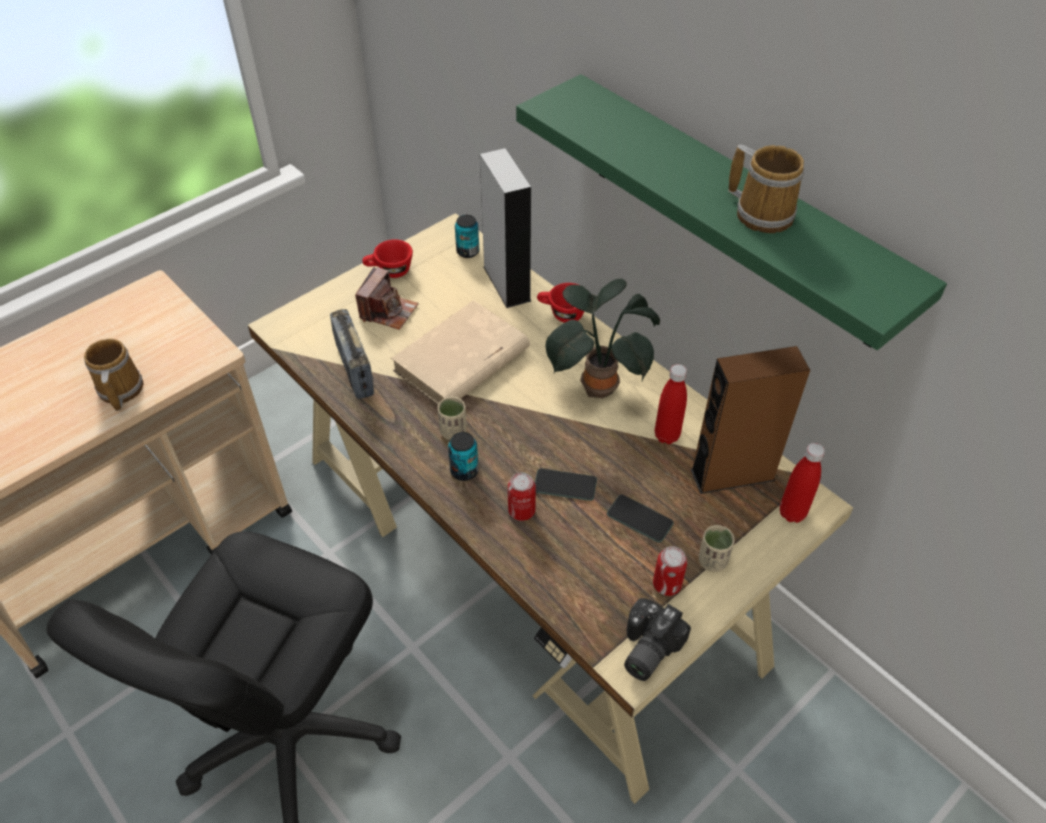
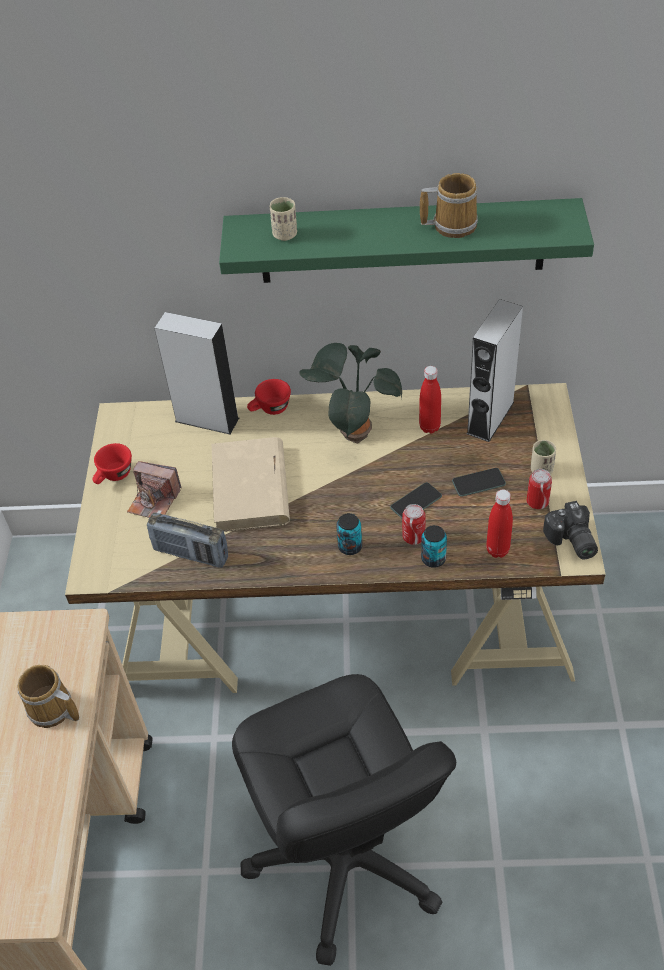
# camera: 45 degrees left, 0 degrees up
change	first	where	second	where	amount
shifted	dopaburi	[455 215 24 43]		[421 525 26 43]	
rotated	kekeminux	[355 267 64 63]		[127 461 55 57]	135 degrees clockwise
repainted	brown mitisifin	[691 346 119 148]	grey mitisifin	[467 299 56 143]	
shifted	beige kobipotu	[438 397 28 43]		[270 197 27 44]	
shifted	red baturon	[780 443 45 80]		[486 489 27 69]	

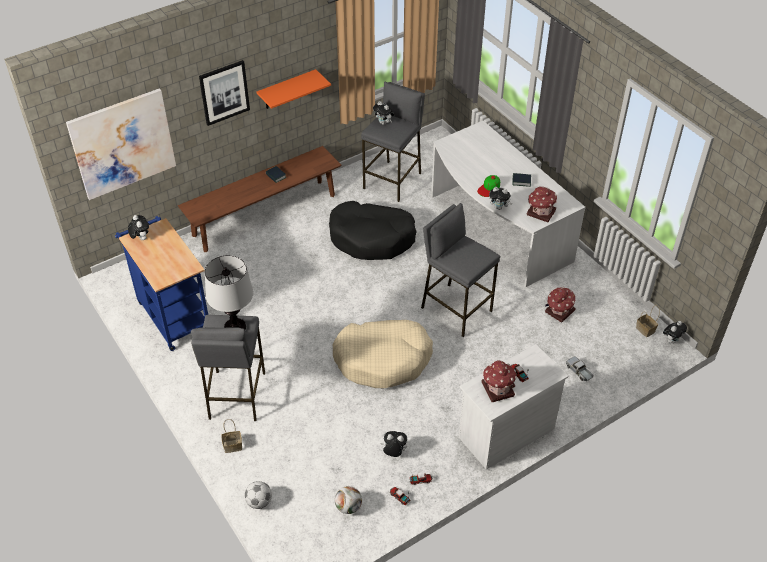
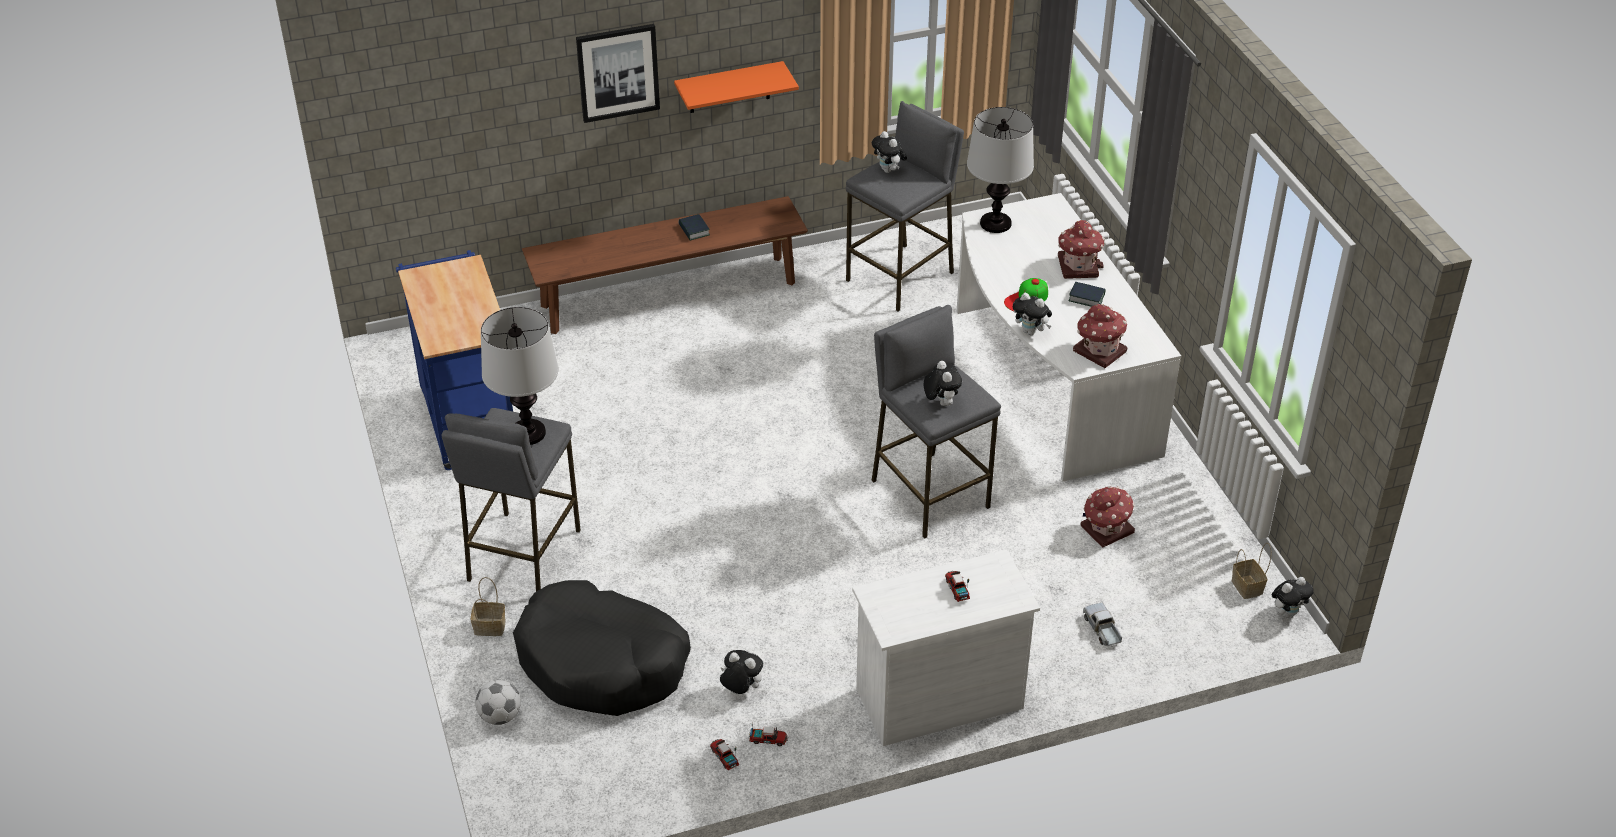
# camera: 15 degrees right, 5 degrees down
change	first	where	second	where	amount
gone	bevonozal	[66 88 110 112]			
shifted	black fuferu	[329 201 88 59]		[513 580 178 136]	
shifted	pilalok	[128 215 21 25]		[924 361 38 45]	
gone	beige fuferu	[333 320 100 68]			
shifted	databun	[481 360 36 42]		[1058 220 47 59]	
gone	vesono	[335 486 27 28]			
new			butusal	[967 107 67 126]	

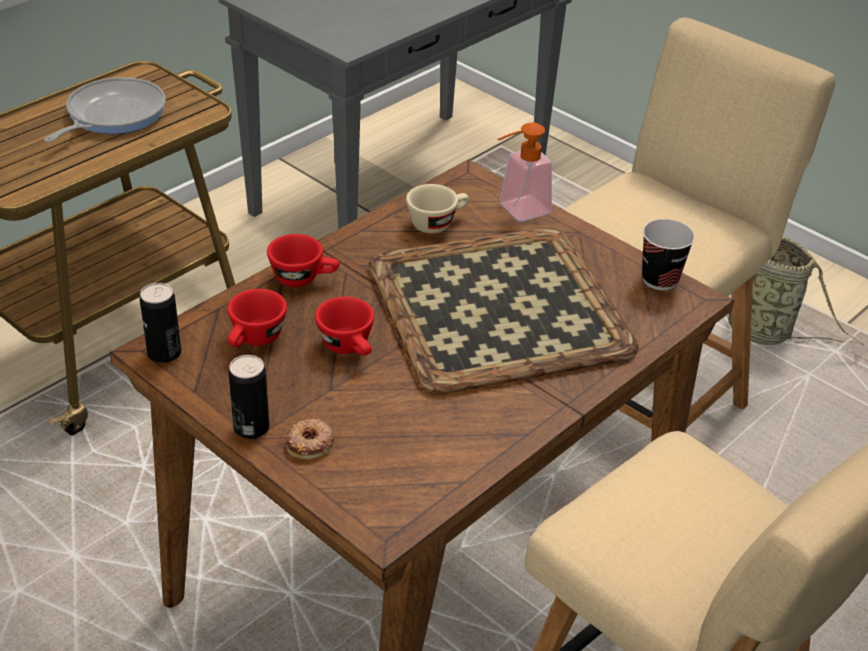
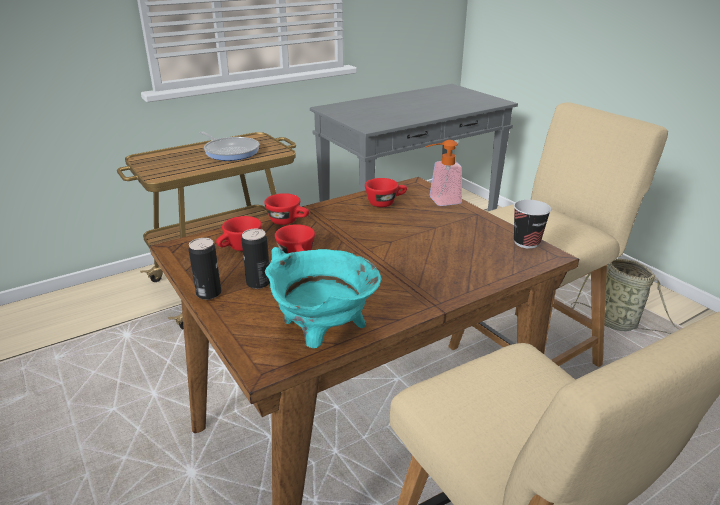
# camera: 15 degrees right, 10 degrees down
change	first	where	second	where	amount
rotated	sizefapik	[44 77 122 65]		[199 131 60 30]	90 degrees clockwise
repainted	beige kobipotu	[406 184 63 50]	red kobipotu	[365 178 42 29]	
gone	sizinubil	[368 228 271 166]			
shifted	dopaburi	[140 283 41 80]		[241 229 29 60]	
gone	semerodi	[286 419 48 41]			
new			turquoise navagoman	[265 247 116 101]	

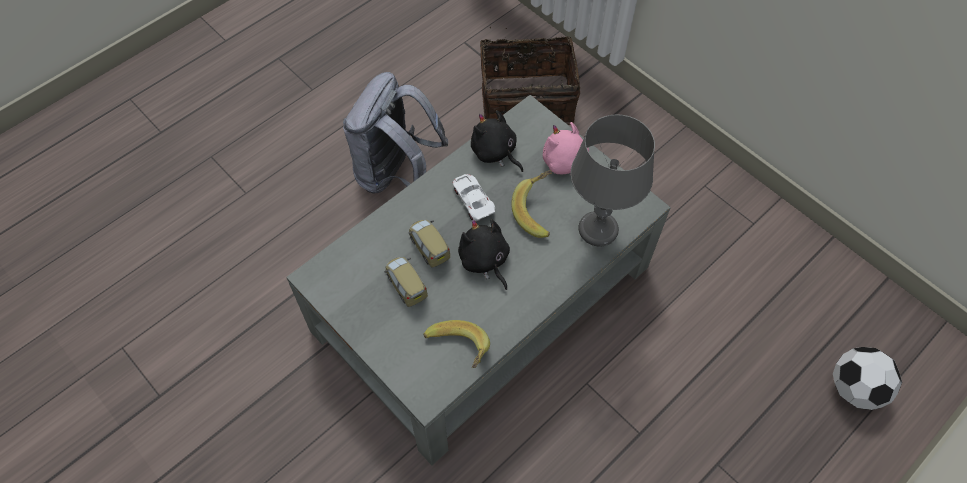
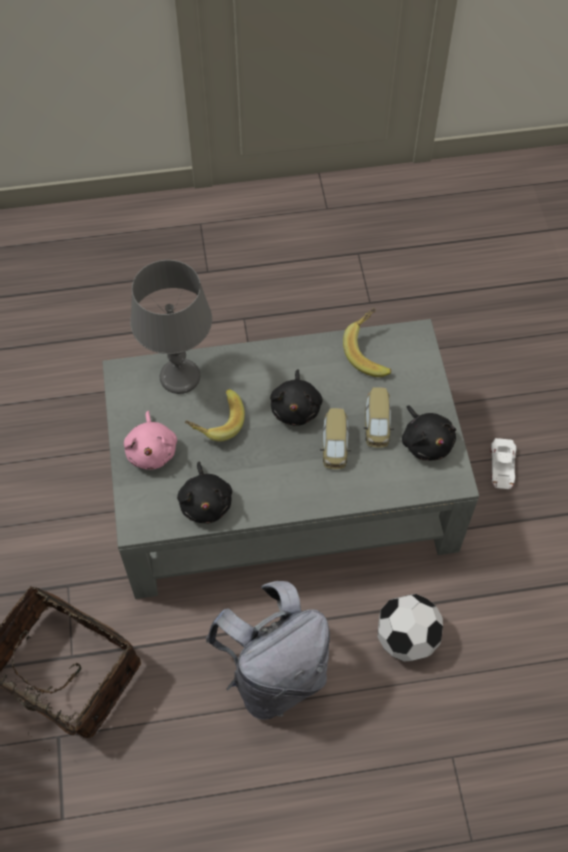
# camera: 145 degrees left, 0 degrees up
change	first	where	second	where	amount
shifted	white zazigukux	[453 174 42 47]		[491 438 25 51]	
shifted	vesono	[833 347 69 63]		[378 594 65 68]	
new			black pilalok	[402 405 54 55]	

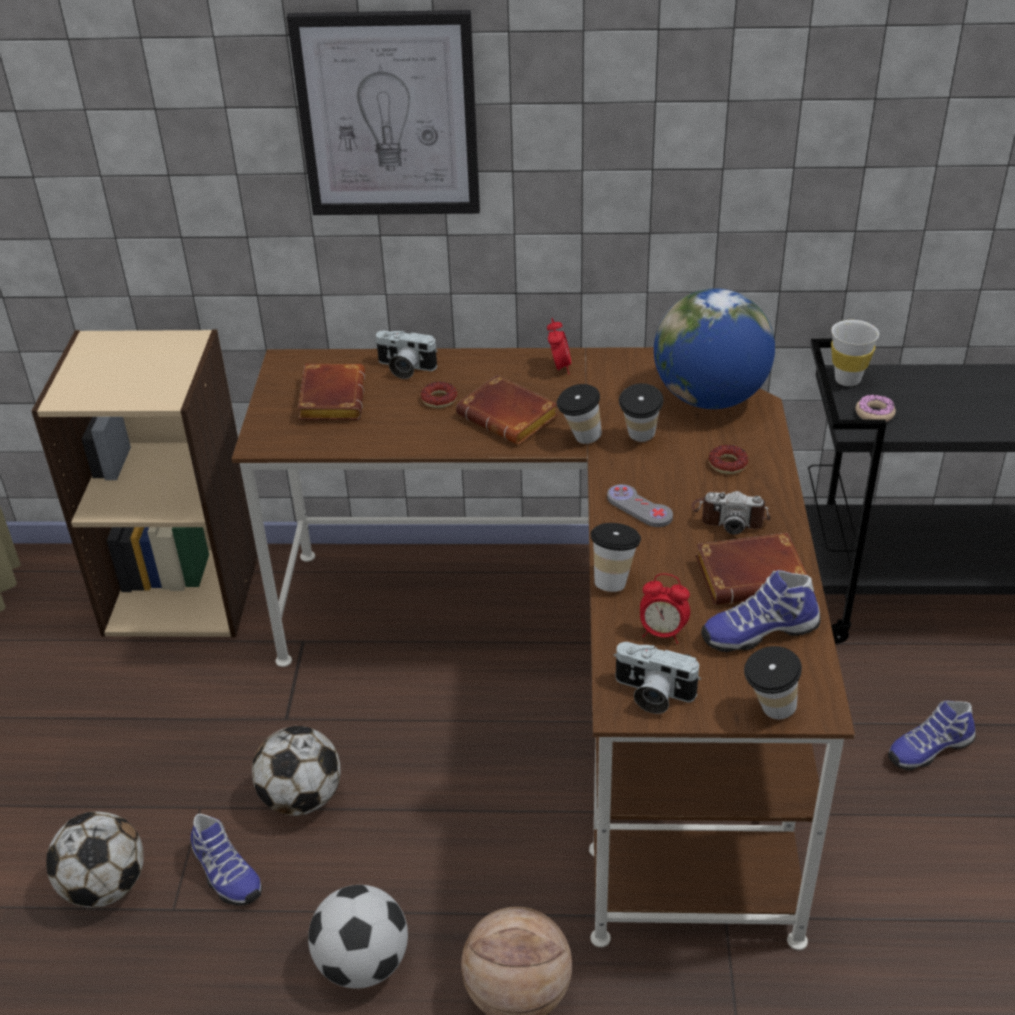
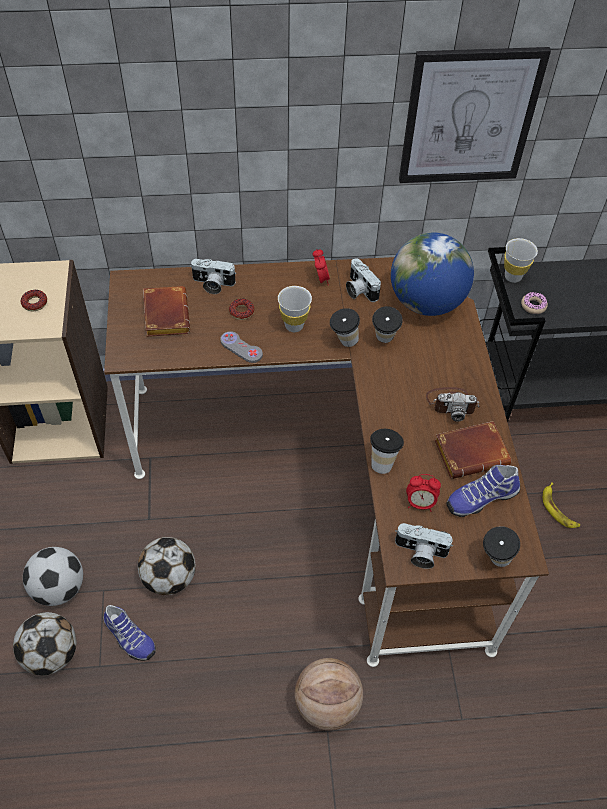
# camera: 10 degrees left, 15 degrees up
change	first	where	second	where	amount
shifted	bevonozal	[287 10 193 205]		[399 47 152 136]	
swapped	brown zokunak	[456 375 102 70]	white kobipotu	[278 286 34 46]	
shifted	semerodi	[709 445 39 29]		[21 290 26 21]	
shifted	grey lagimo	[607 484 66 43]		[220 331 43 32]	
swapped	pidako	[888 700 88 71]	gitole	[543 483 37 45]	
shifted	vesono	[308 885 100 104]		[23 547 60 59]	
new			kekeminux	[346 258 35 44]	

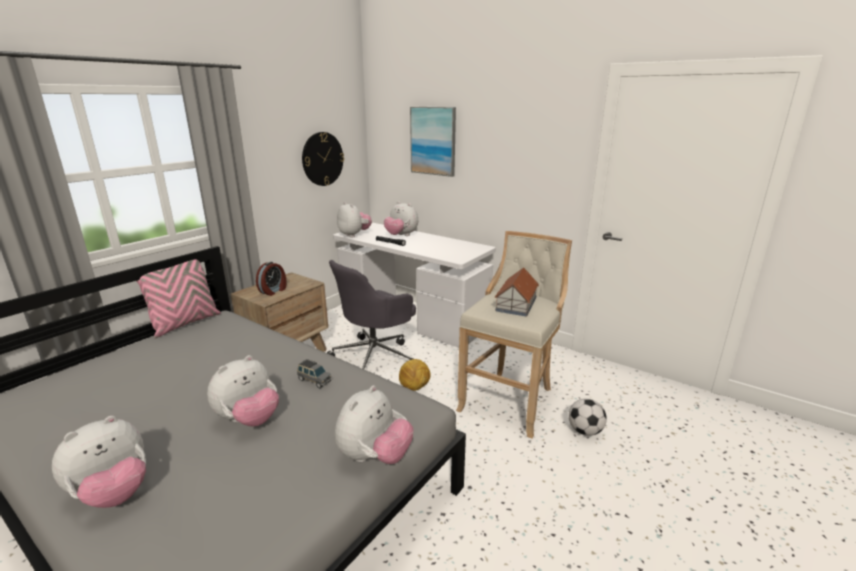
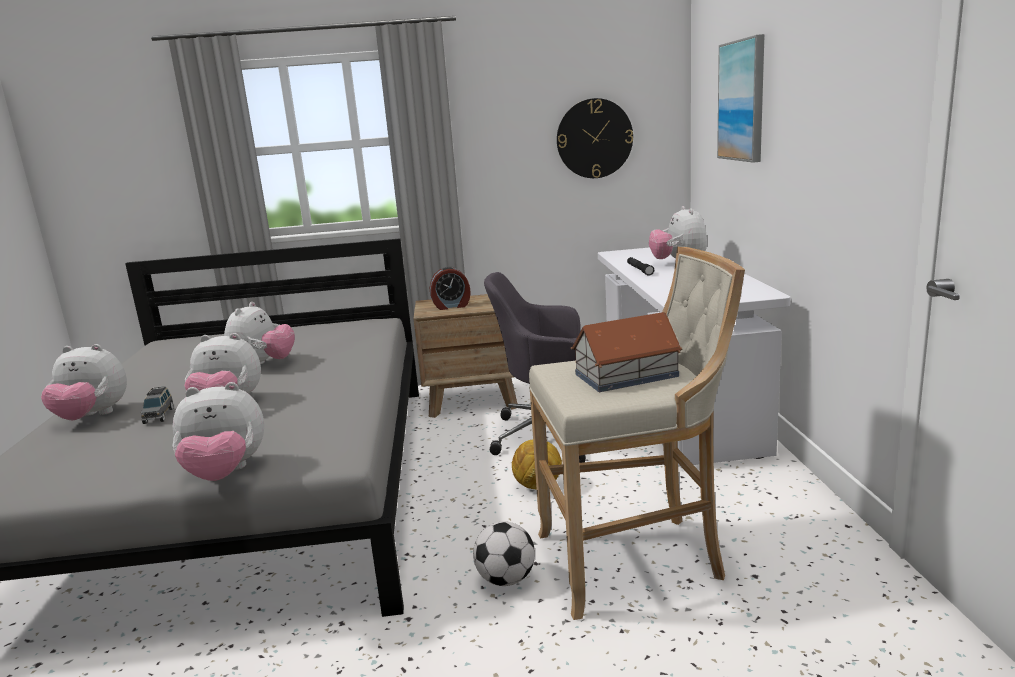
# camera: 50 degrees right, 5 degrees down
change	first	where	second	where	amount
shifted	pilalok	[337 202 35 36]		[224 302 71 62]	
gone	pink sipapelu	[137 259 84 79]			
shifted	grey zazigukux	[297 359 35 29]		[141 386 33 38]	
shifted	vesono	[569 399 38 37]		[473 521 62 65]	

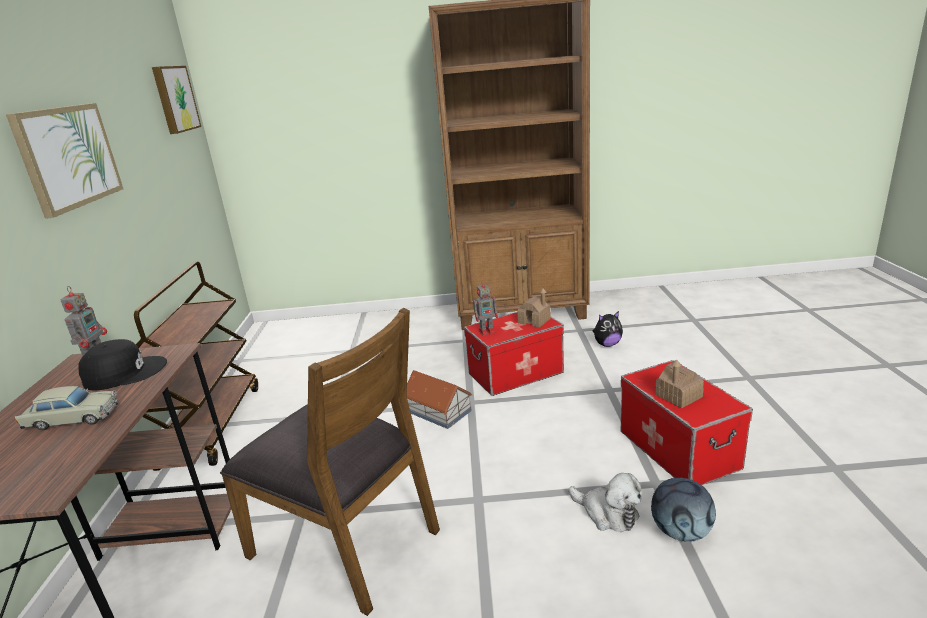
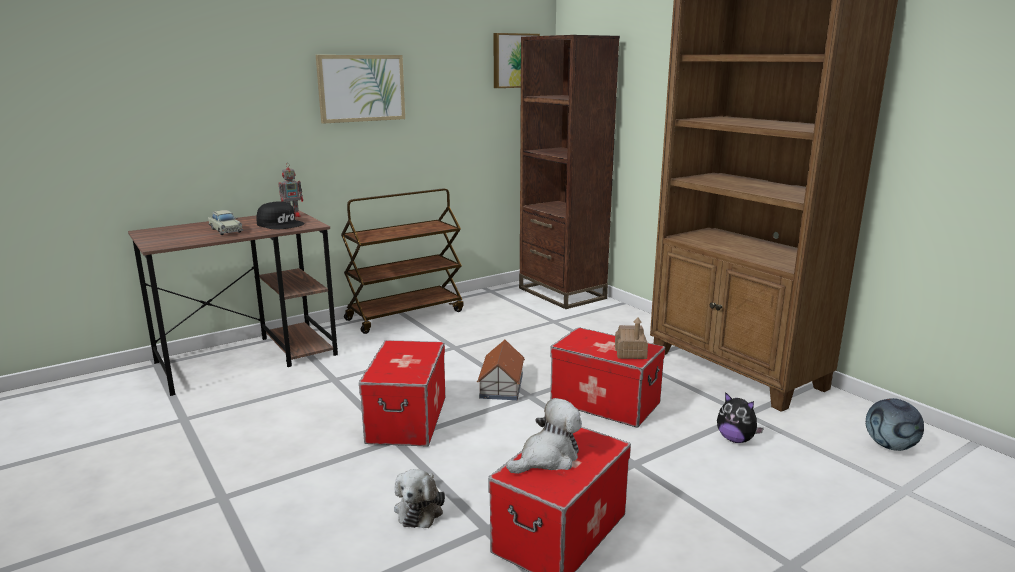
# camera: 55 degrees right, 5 degrees down
change	first	where	second	where	amount
gone	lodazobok	[473 280 25 56]			
gone	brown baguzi	[220 308 220 308]			
swapped	databun	[656 359 48 49]	pilalok	[506 398 76 76]	
shifted	vesono	[651 478 65 64]		[866 398 58 53]	
new			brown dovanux	[519 35 101 274]	
new			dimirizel	[359 340 86 107]	

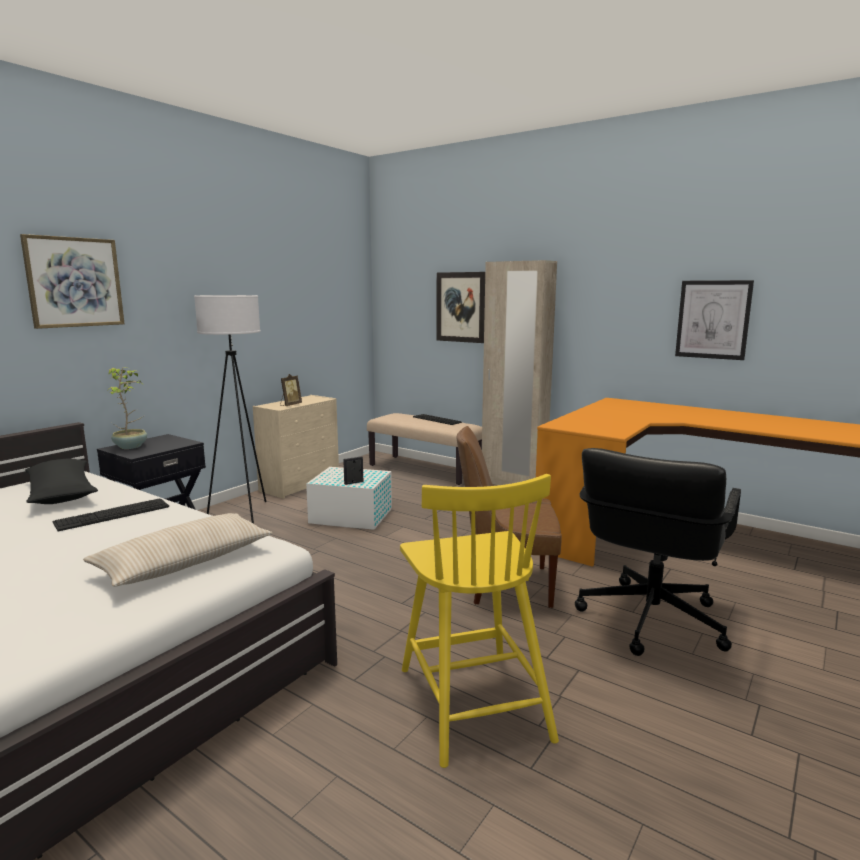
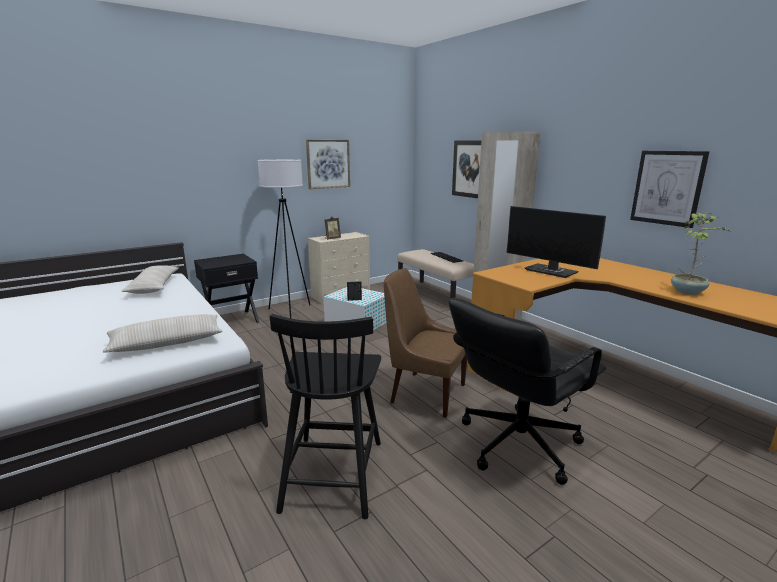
# camera: 20 degrees right, 5 degrees up
change	first	where	second	where	amount
shifted	bevonozal	[20 234 105 95]		[306 140 44 49]	
shifted	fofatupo	[106 367 41 82]		[671 212 58 83]	
repainted	black sipapelu	[25 458 73 46]	beige sipapelu	[122 265 57 29]	
repainted	yellow baguzi	[400 474 159 294]	black baguzi	[270 314 111 205]	
gone	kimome	[53 499 116 33]			
new			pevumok	[507 206 99 72]	

